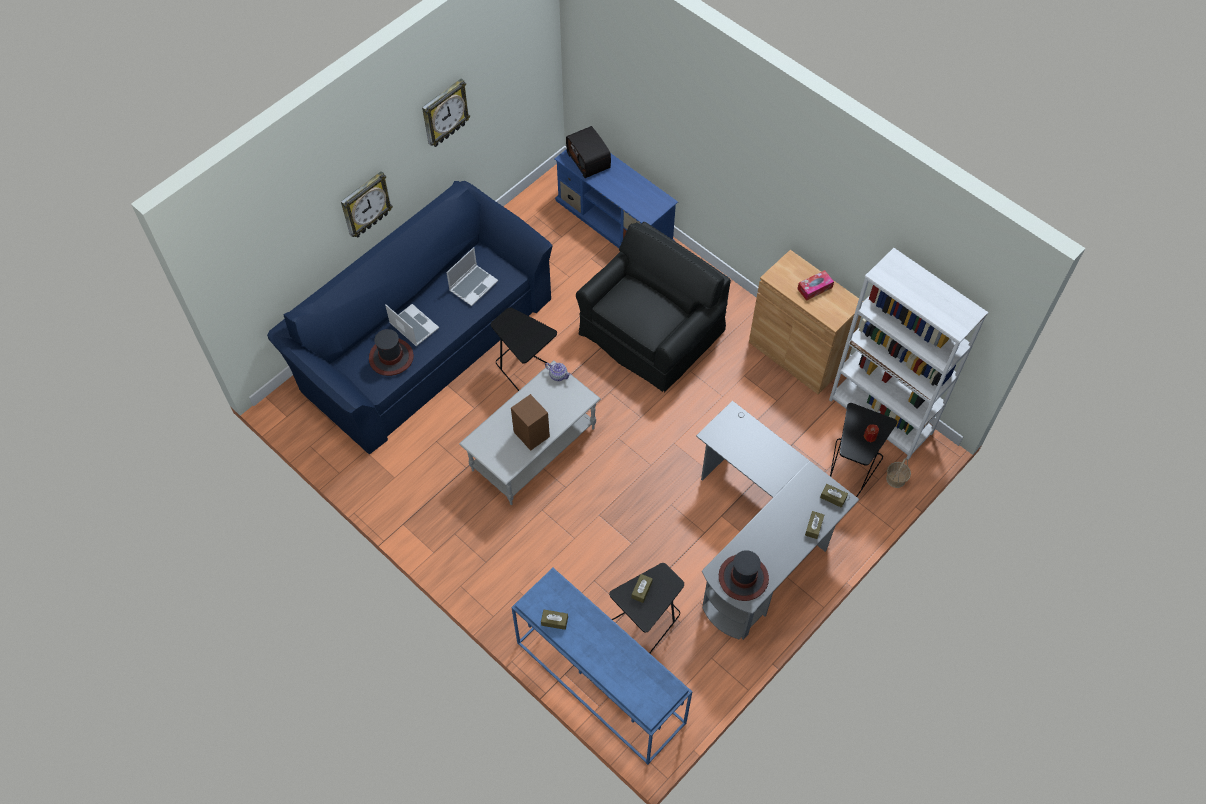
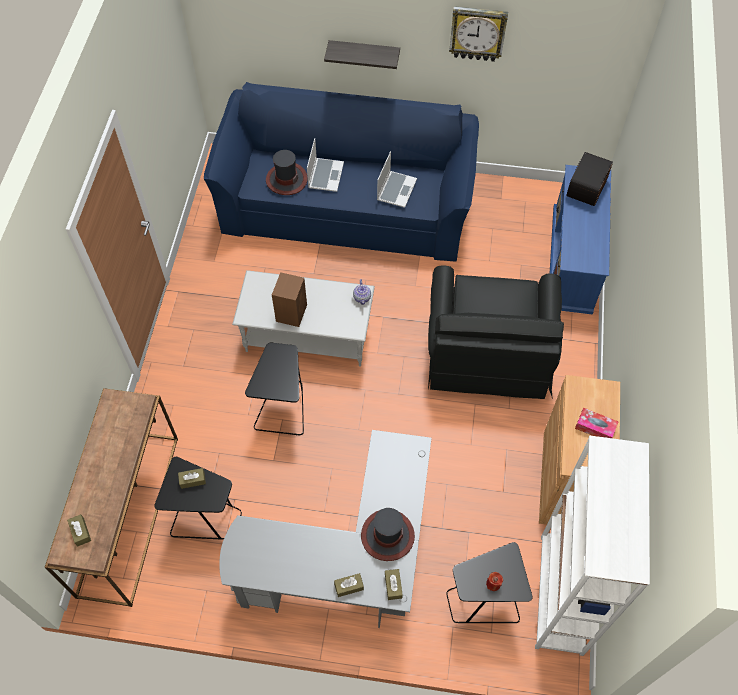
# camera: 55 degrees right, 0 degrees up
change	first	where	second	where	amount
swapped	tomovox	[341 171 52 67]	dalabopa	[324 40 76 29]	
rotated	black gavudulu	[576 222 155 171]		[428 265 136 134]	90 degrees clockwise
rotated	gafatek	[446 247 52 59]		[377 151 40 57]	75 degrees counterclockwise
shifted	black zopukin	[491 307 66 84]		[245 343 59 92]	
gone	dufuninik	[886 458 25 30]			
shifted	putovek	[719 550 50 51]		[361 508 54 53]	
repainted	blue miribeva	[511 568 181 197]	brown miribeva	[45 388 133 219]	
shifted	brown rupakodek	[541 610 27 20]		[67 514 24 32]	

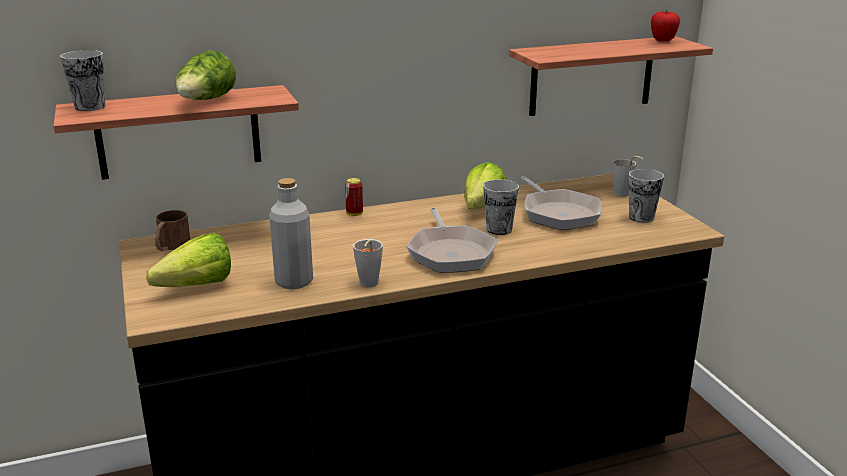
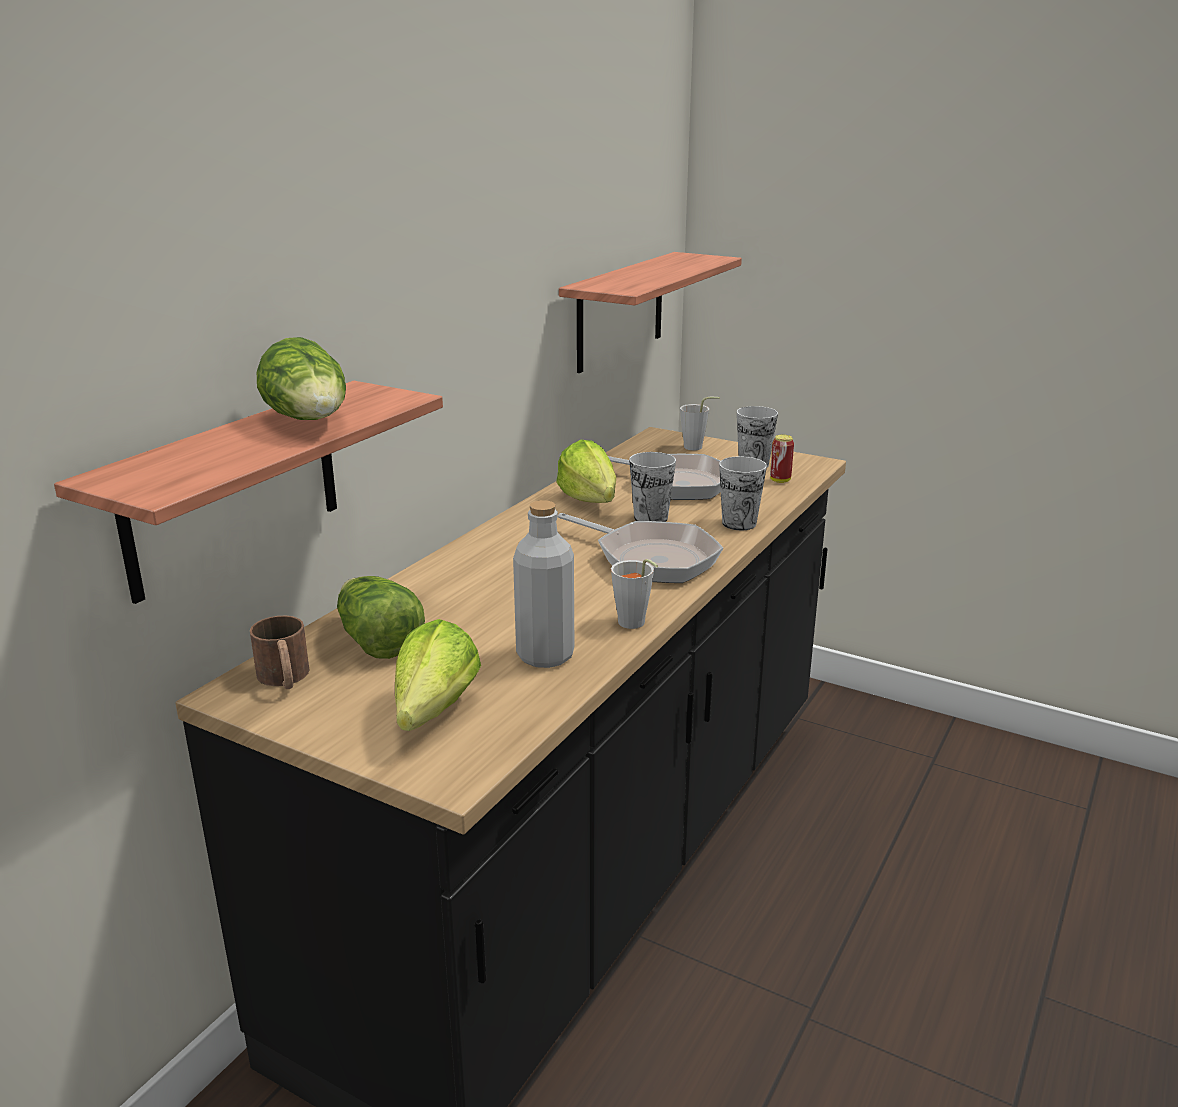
# camera: 40 degrees left, 0 degrees up
change	first	where	second	where	amount
gone	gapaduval	[651 10 29 32]			
shifted	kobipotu	[60 50 45 61]		[719 456 48 74]	
shifted	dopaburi	[345 178 18 38]		[770 435 24 48]	
new			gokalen	[337 576 88 83]	

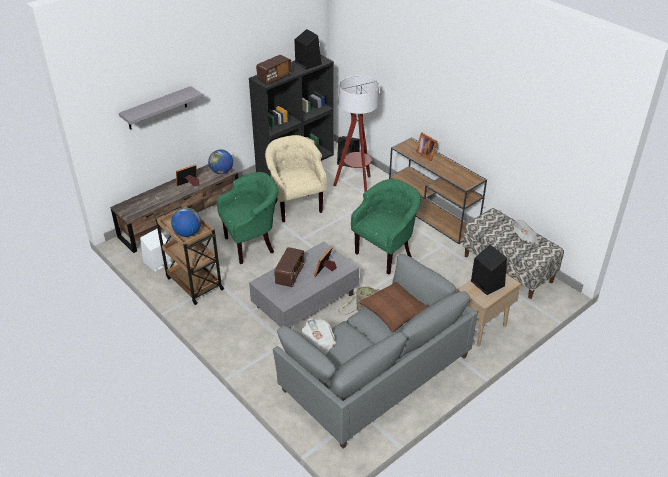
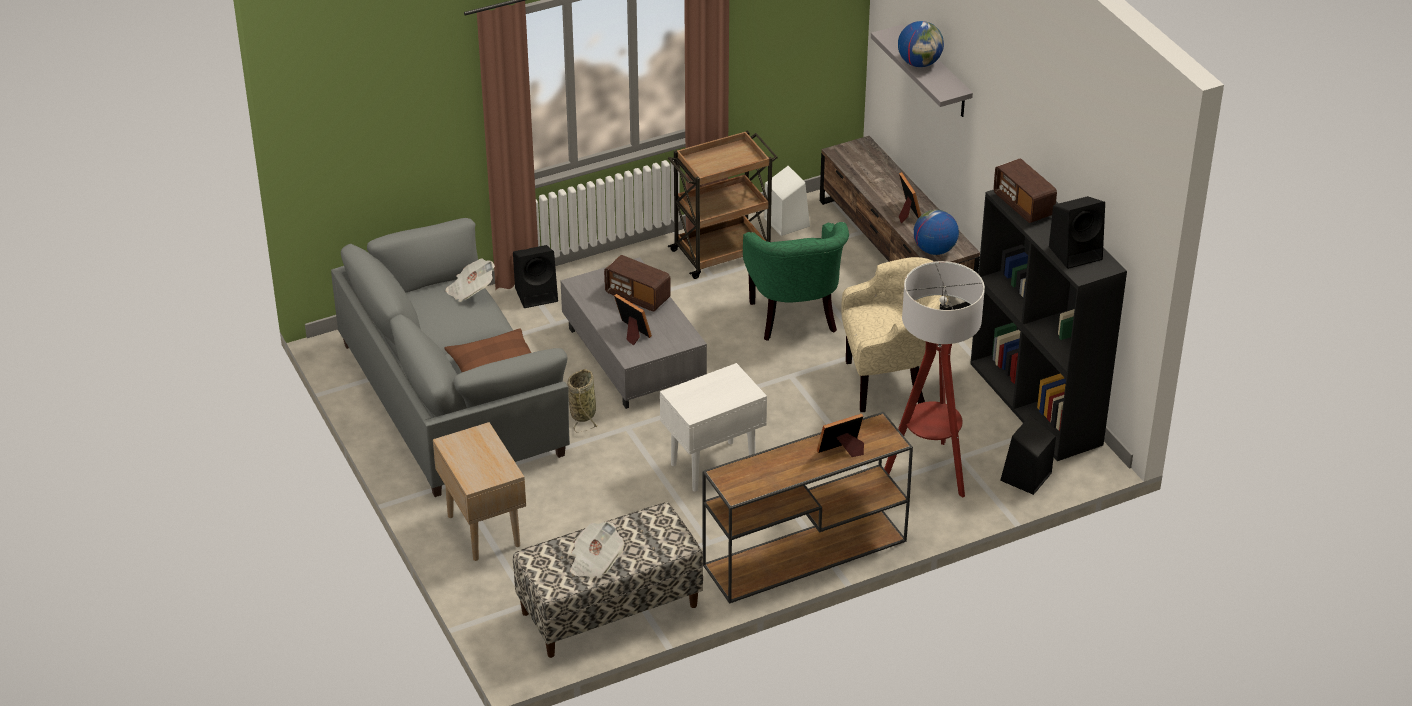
# camera: 105 degrees right, 0 degrees up
change	first	where	second	where	amount
swapped	green gavudulu	[351 179 70 96]	white zopukin	[660 363 107 129]	
shifted	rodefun	[171 208 30 29]		[898 21 46 46]	
shifted	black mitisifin	[471 245 36 50]		[513 245 45 63]	

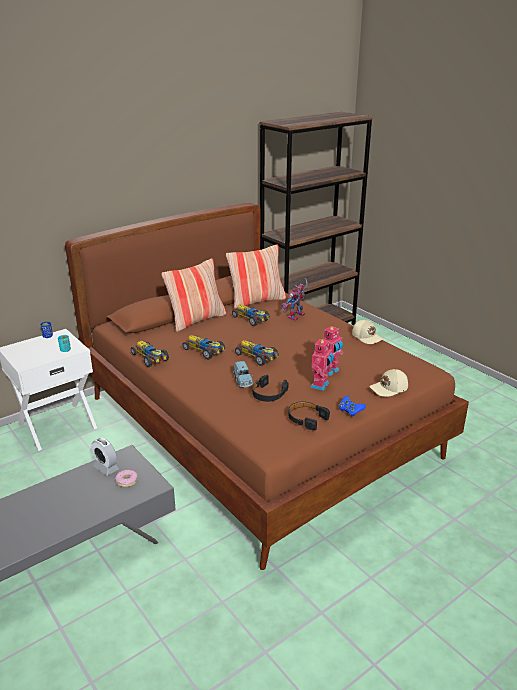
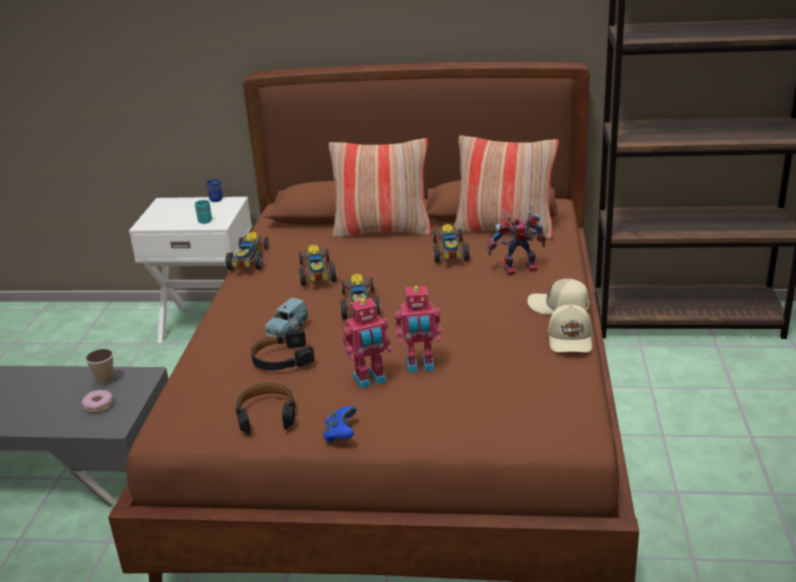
# camera: 45 degrees right, 0 degrees up
change	first	where	second	where	amount
shifted	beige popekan	[369 369 39 28]		[528 279 61 36]	
swapped	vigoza	[91 438 28 38]	kobipotu	[85 349 28 36]	

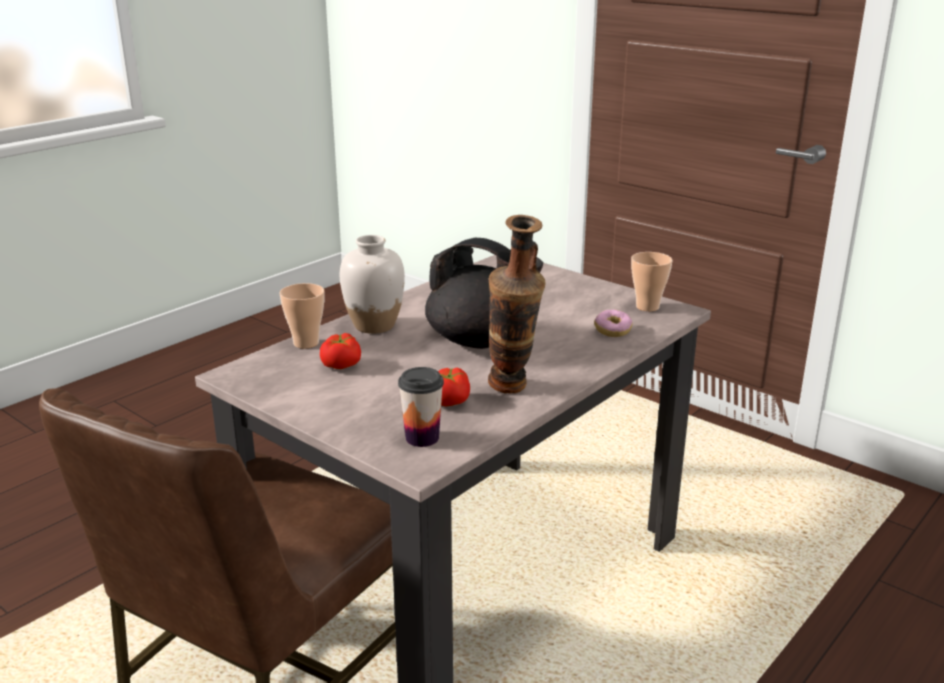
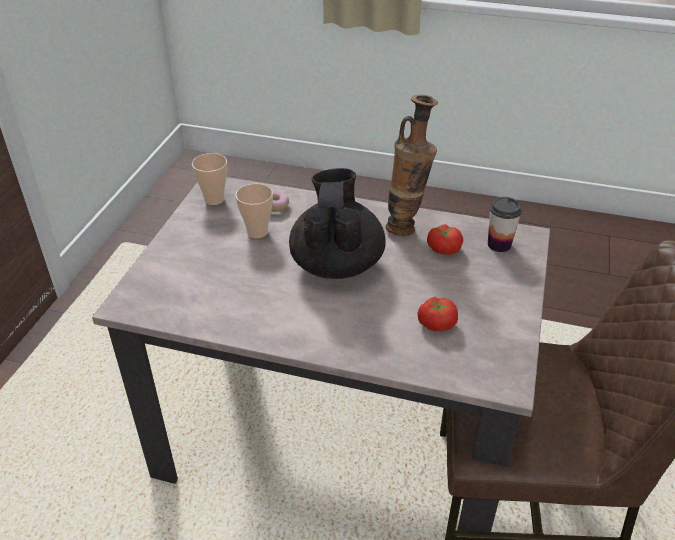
# camera: 115 degrees left, 15 degrees up
change	first	where	second	where	amount
gone	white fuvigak	[340 235 65 99]			
shifted	kobipotu	[279 283 46 65]		[236 184 37 54]	

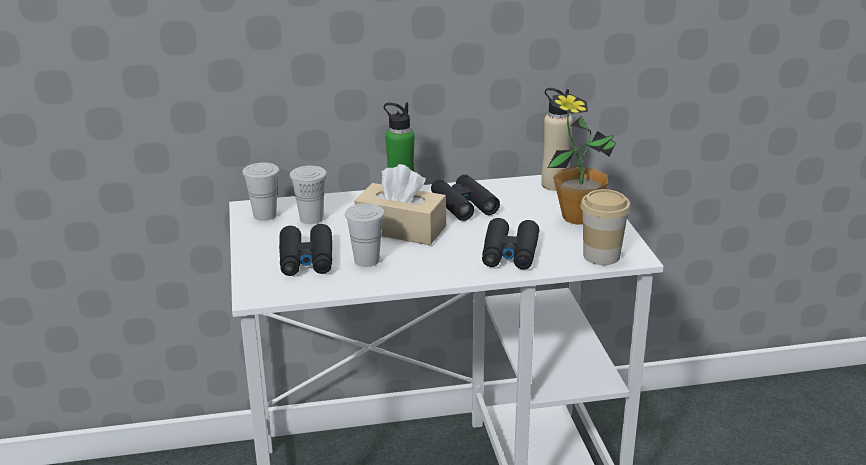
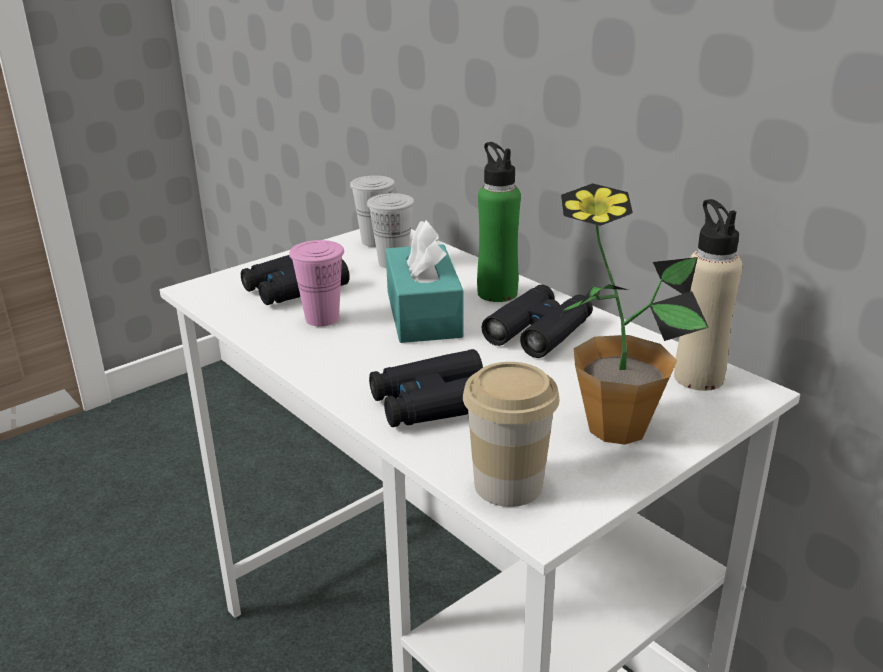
# camera: 60 degrees right, 0 degrees up
change	first	where	second	where	amount
repainted	beige rupakodek	[354 164 92 81]	turquoise rupakodek	[386 220 78 123]	
repainted	white kobipotu	[345 204 40 63]	pink kobipotu	[289 240 55 86]	

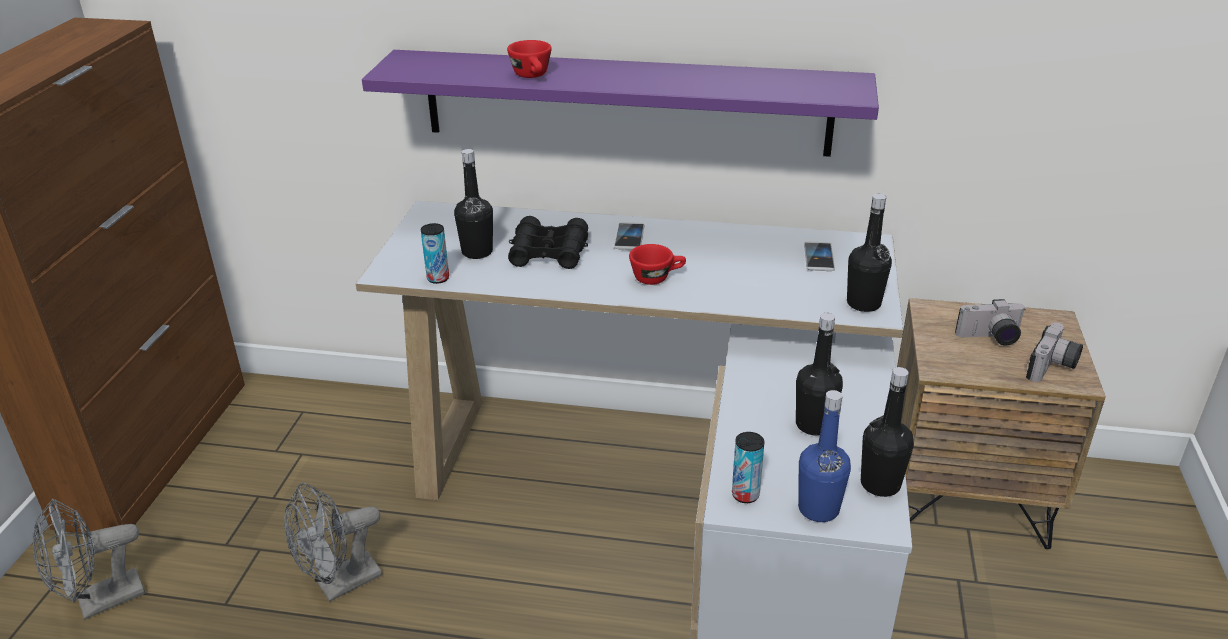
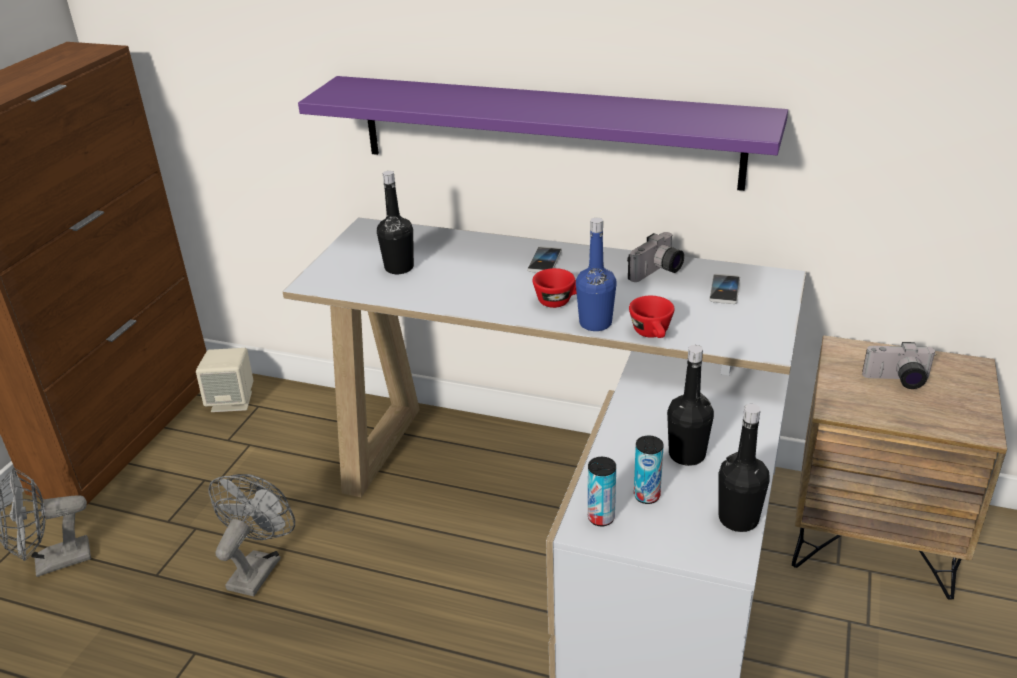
# camera: 10 degrees right, 0 degrees up
change	first	where	second	where	amount
shifted	red kobipotu	[507 40 45 38]		[629 296 45 42]	
gone	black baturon	[847 194 45 118]			
gone	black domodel	[508 216 80 53]			
shifted	dopaburi	[421 223 28 61]		[634 435 30 69]	
shifted	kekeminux	[1026 322 57 60]		[627 232 57 50]	
shifted	blue baturon	[798 390 53 132]		[576 218 41 113]	
rotated	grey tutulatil	[284 483 98 119]		[208 474 87 122]	135 degrees clockwise
new			beige mitisifin	[196 348 57 64]	

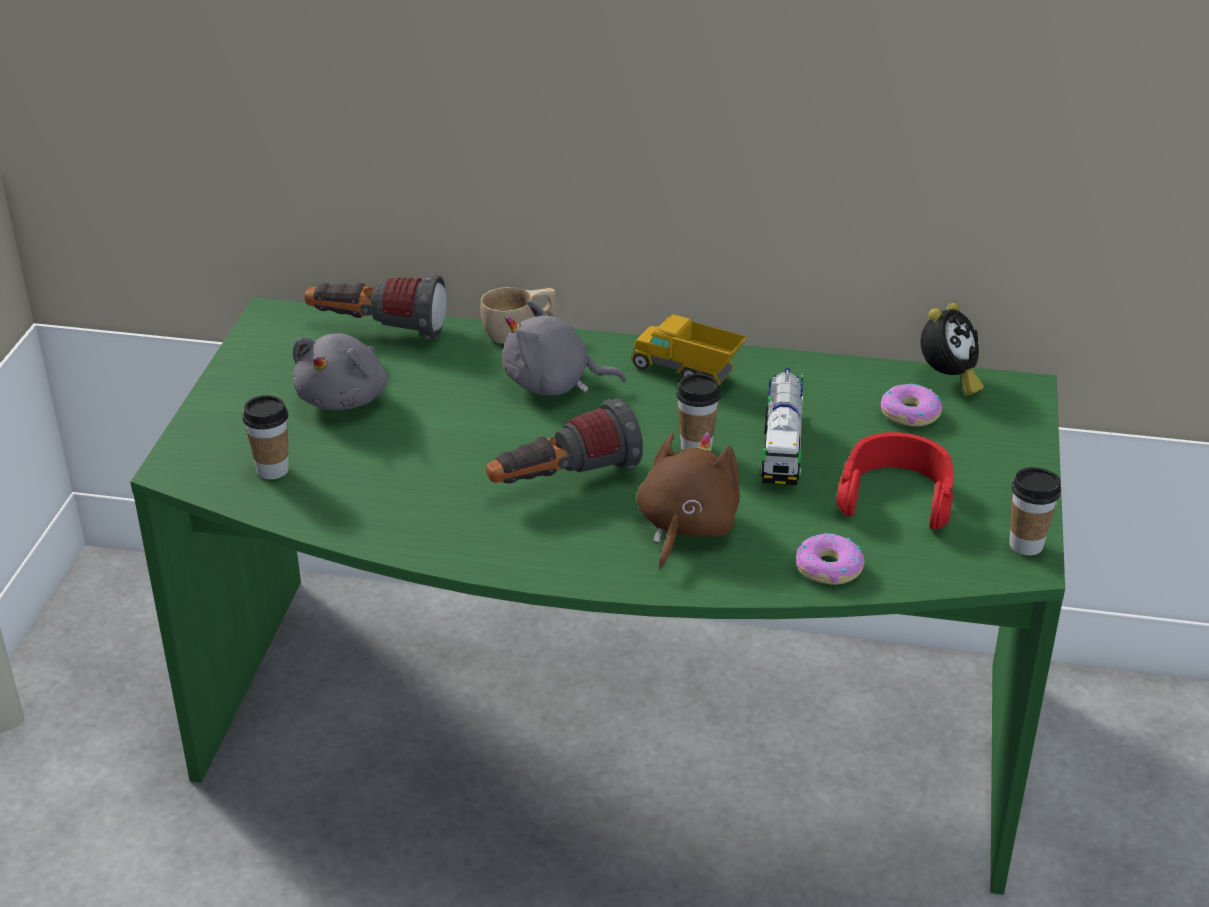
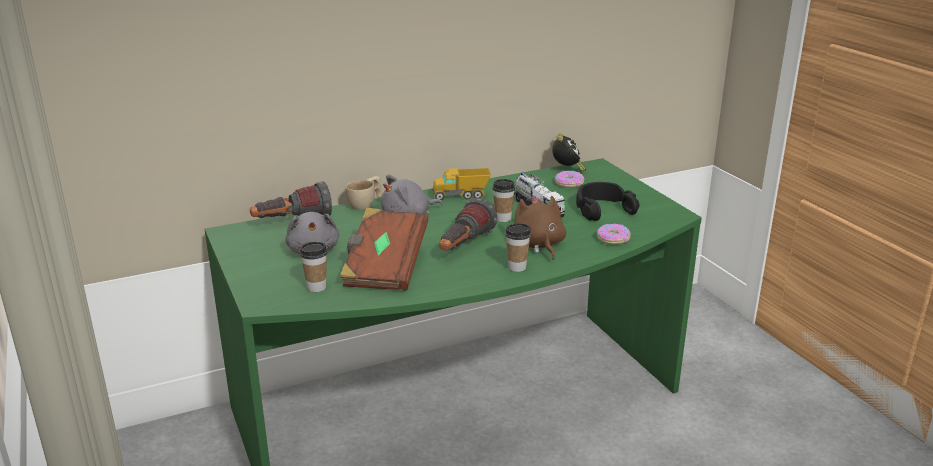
# camera: 35 degrees left, 10 degrees down
change	first	where	second	where	amount
repainted	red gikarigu	[836 432 118 98]	black gikarigu	[576 182 63 39]	
shifted	kobipotu	[1009 467 52 89]		[505 224 26 48]	
new			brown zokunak	[339 208 89 82]	

